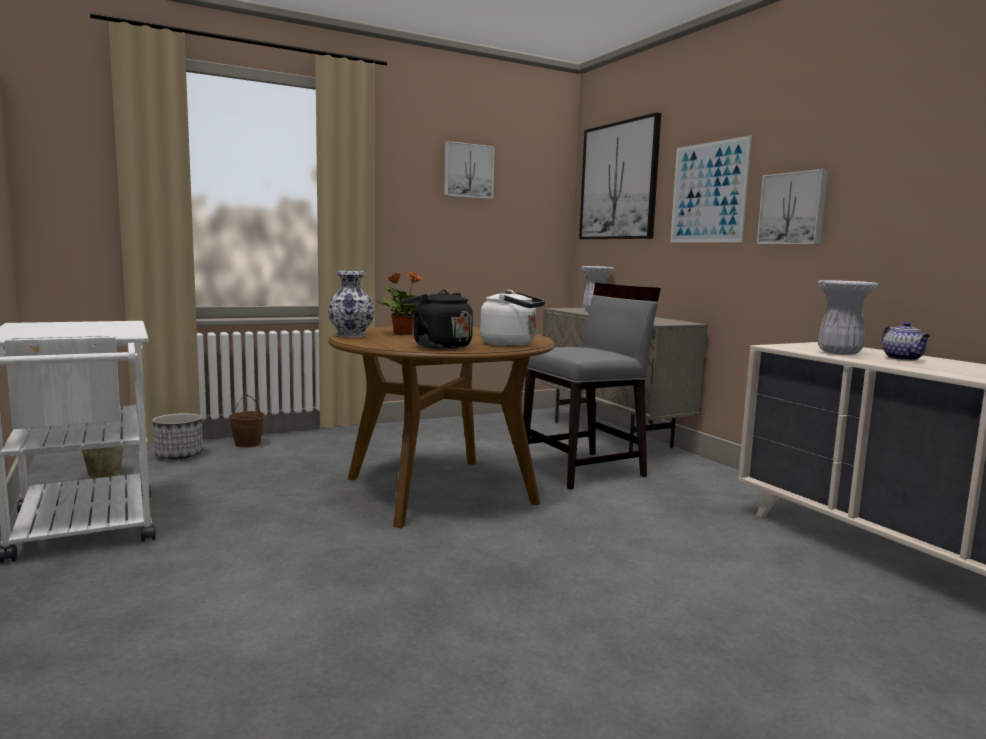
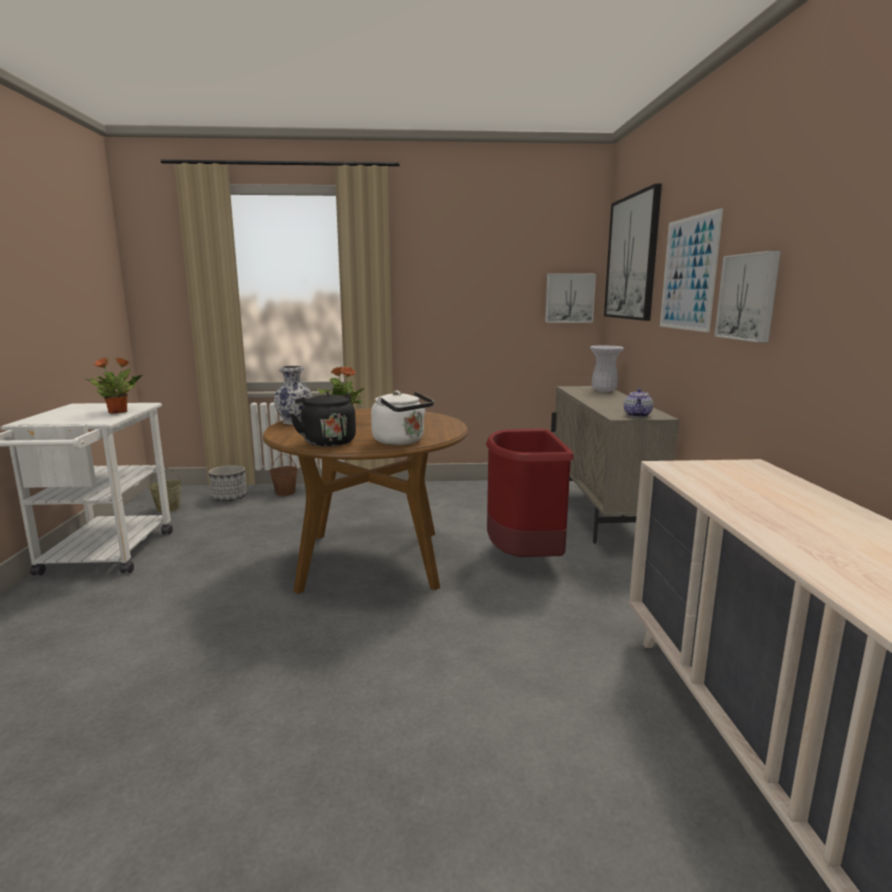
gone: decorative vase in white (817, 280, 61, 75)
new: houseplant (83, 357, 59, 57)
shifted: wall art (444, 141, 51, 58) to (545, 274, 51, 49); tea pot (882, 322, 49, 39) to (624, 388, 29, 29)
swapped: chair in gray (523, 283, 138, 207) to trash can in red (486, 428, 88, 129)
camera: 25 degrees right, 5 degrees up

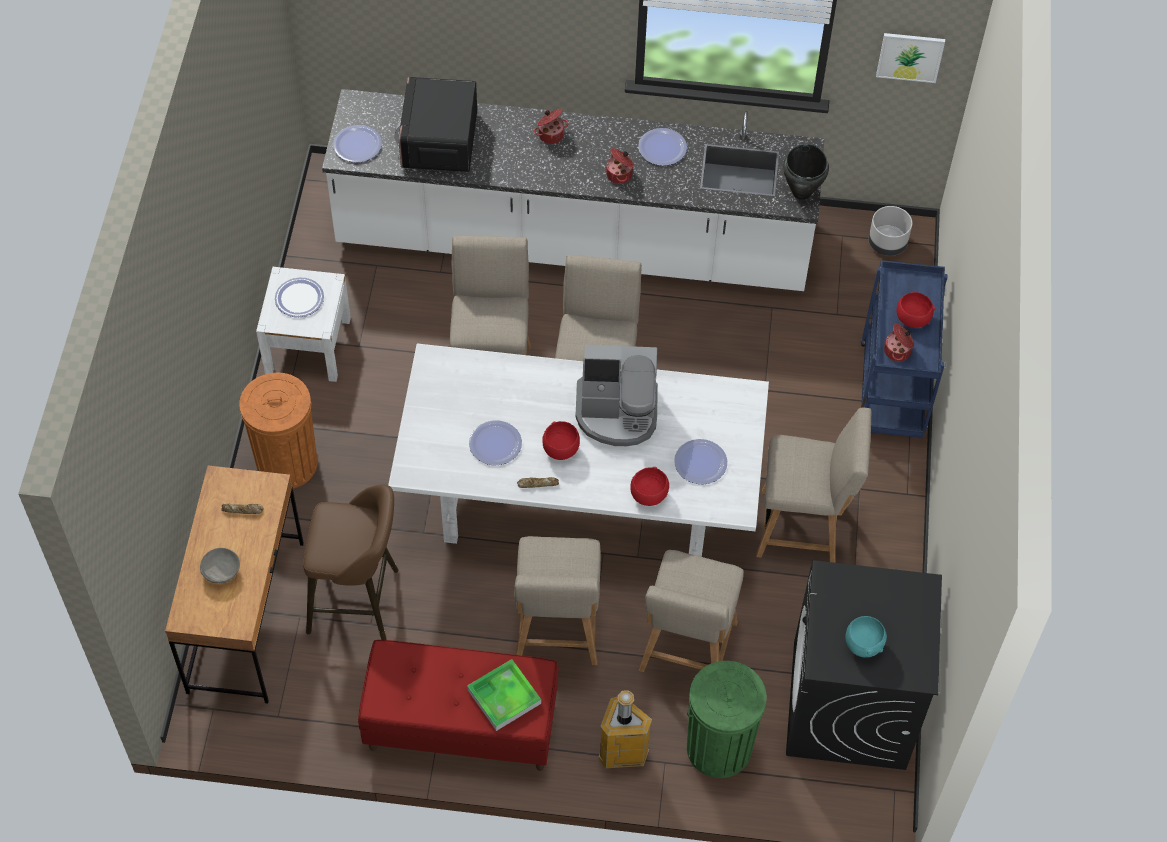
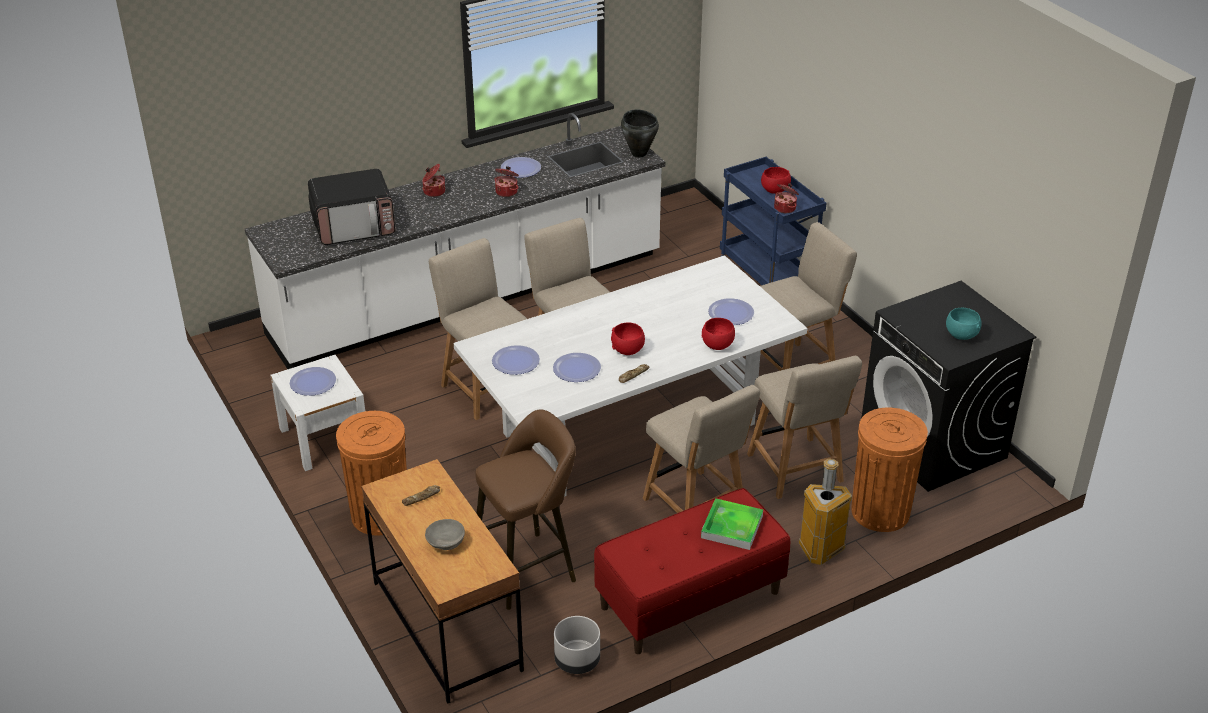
gone: wall art (876, 33, 69, 50); coffee brewer (576, 345, 82, 101)
shifted: dinner plate (333, 125, 49, 38) to (492, 345, 48, 30); planter in gray (869, 206, 43, 50) to (554, 616, 46, 58)
repainted: trash can in green-coloured (687, 661, 80, 117) to trash can in orange-coloured (851, 407, 77, 125)
rotated: microwave oven (395, 77, 82, 95) = (308, 169, 87, 76) 75 degrees counterclockwise
camera: 35 degrees left, 20 degrees down

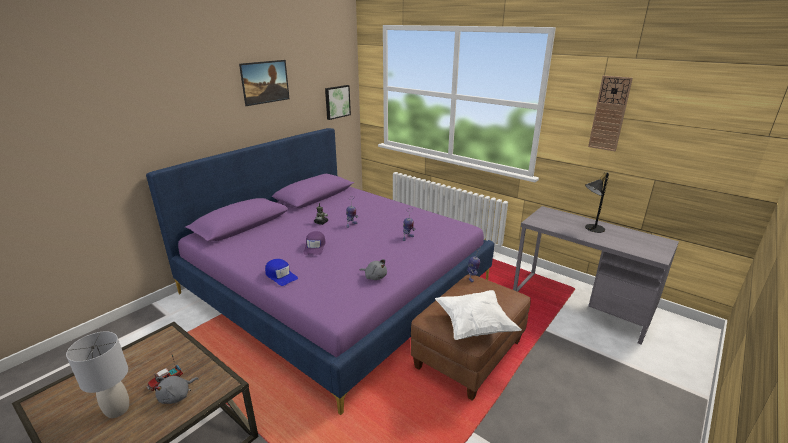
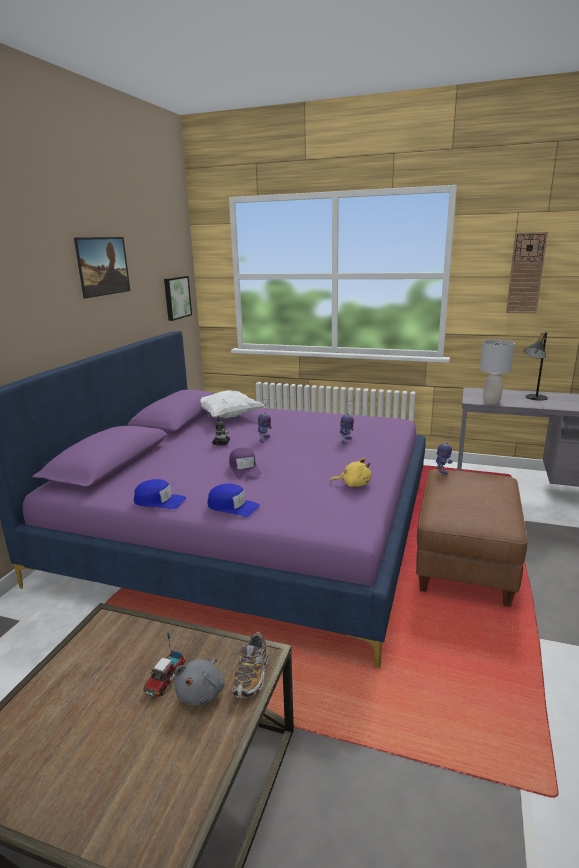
new: cap in bluish (134, 479, 52, 30); shoe (232, 632, 36, 66)
shifted: throw pillow in white (435, 290, 87, 50) to (201, 390, 64, 28); lamp for a table in gray (66, 331, 63, 87) to (480, 340, 35, 64)
repainted: cuddly toy in gray (360, 259, 27, 21) to cuddly toy in yellow (330, 458, 41, 29)
camera: 20 degrees left, 5 degrees down

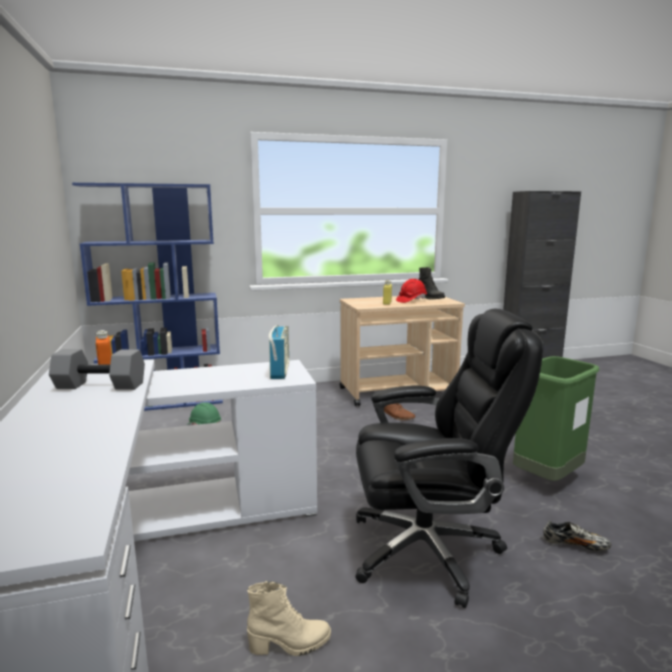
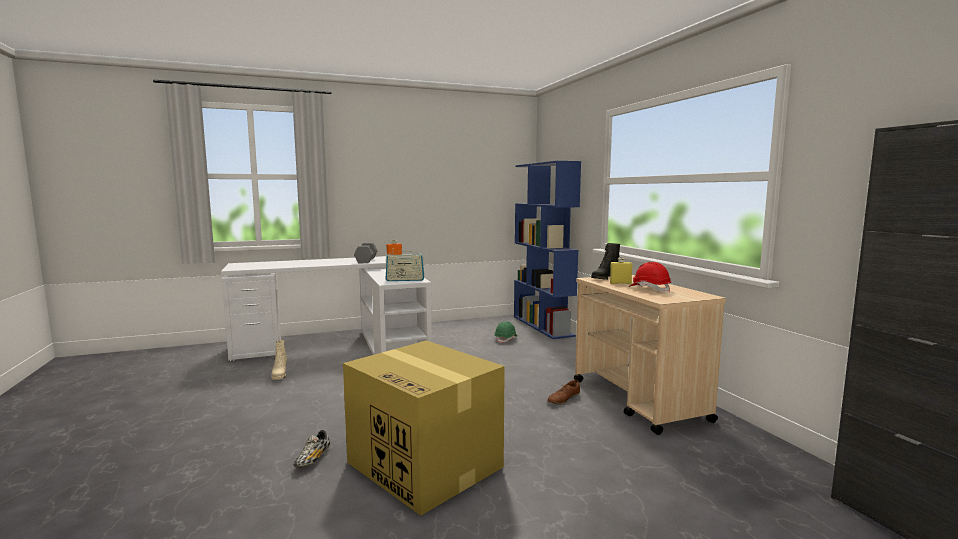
gone: computer chair in black (355, 308, 188, 300)
shifted: tall boot in black (419, 267, 26, 32) to (591, 243, 29, 37)
swapped: trash can in green-coloured (513, 356, 86, 125) to packing box (343, 340, 162, 176)
camera: 85 degrees right, 5 degrees down

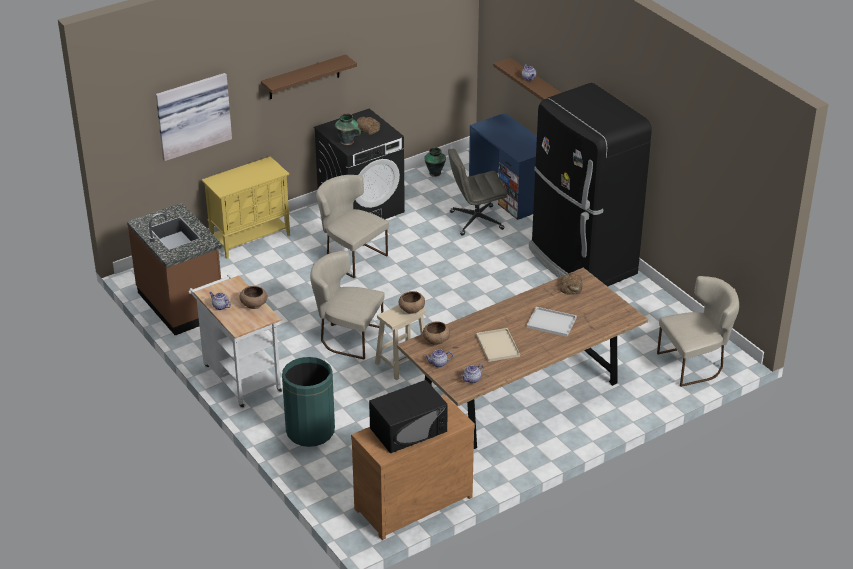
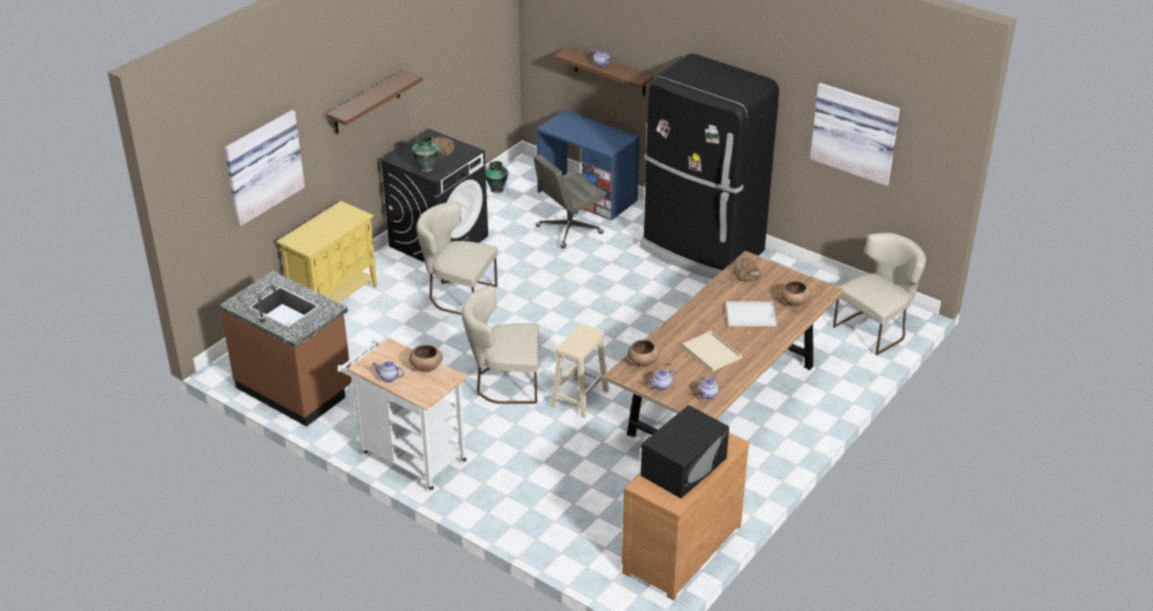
gone: trash can in green-coloured (282, 357, 53, 90)
new: wall art (810, 83, 90, 103)
shifted: bowl in brown-coloured (399, 291, 26, 23) to (780, 281, 31, 26)
camera: 20 degrees left, 0 degrees up

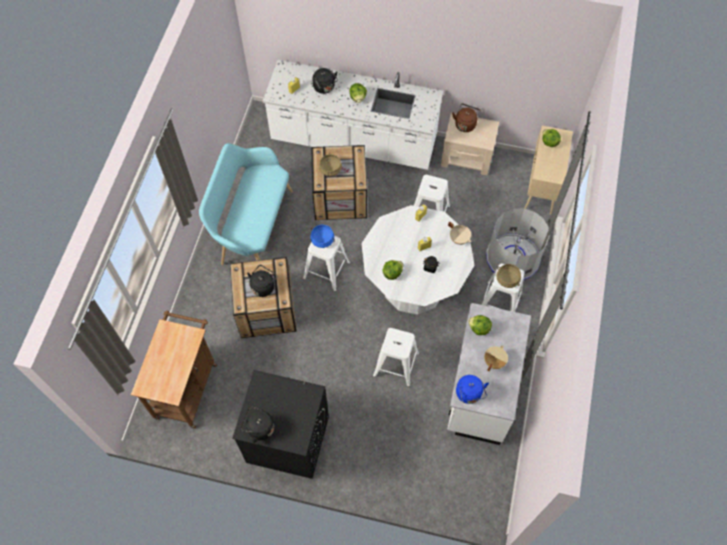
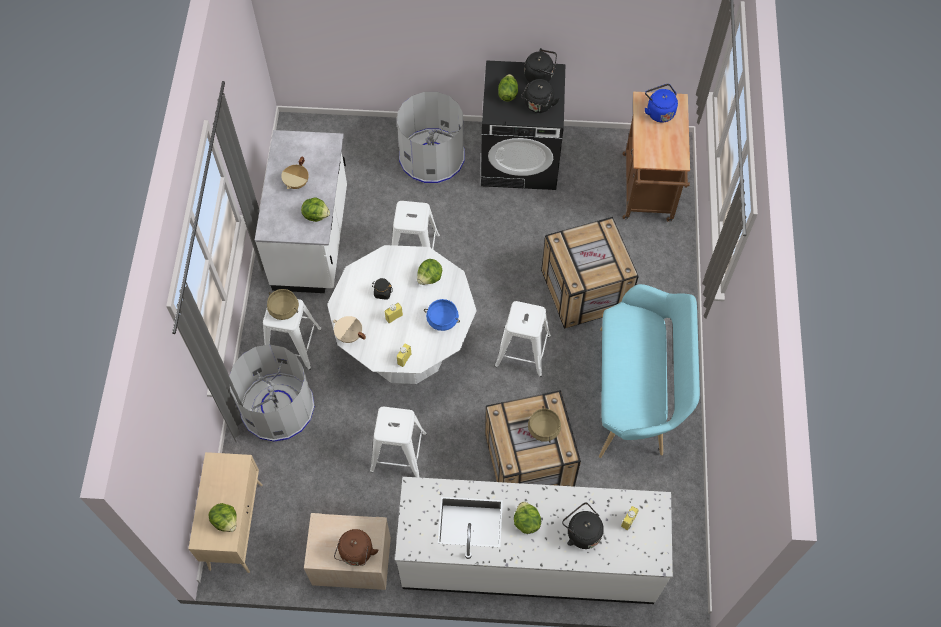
new: lettuce head (498, 74, 20, 27); trash can in gray (397, 92, 68, 92)
shifted: stockpot in bluish (310, 225, 25, 23) to (424, 299, 36, 32); tea kettle in black (247, 265, 31, 32) to (521, 79, 38, 34); tea kettle in bluish (456, 375, 33, 29) to (644, 84, 34, 39)
camera: 170 degrees right, 0 degrees up

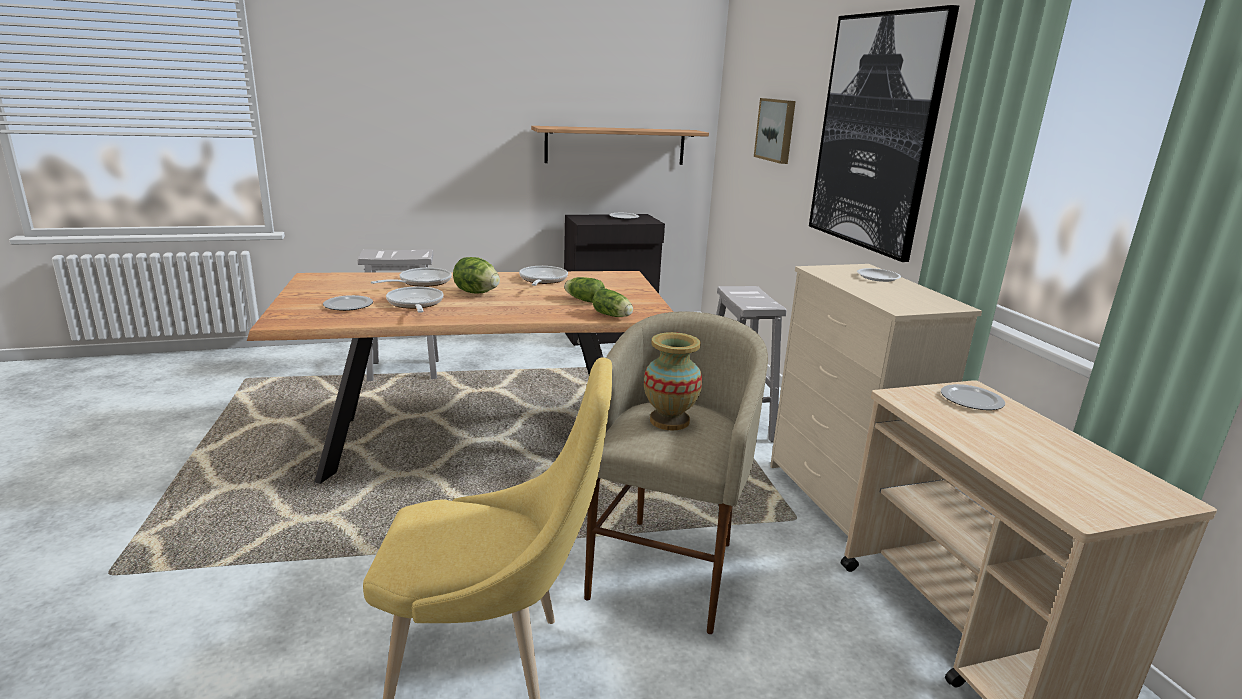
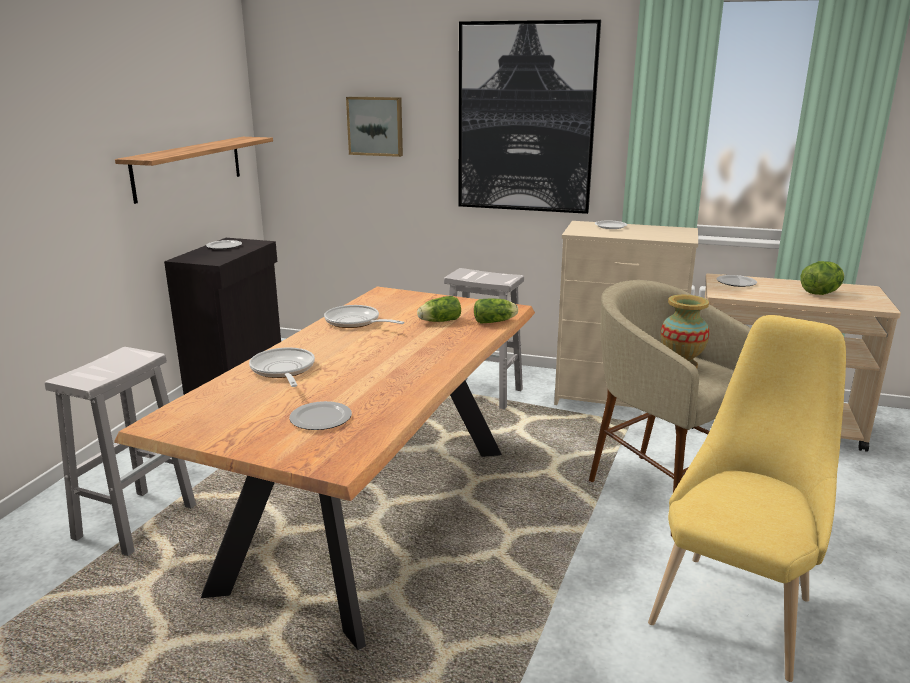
gone: pan (386, 286, 58, 27)
shifted: lettuce head (453, 257, 47, 36) to (801, 261, 43, 34)
camera: 55 degrees left, 0 degrees up

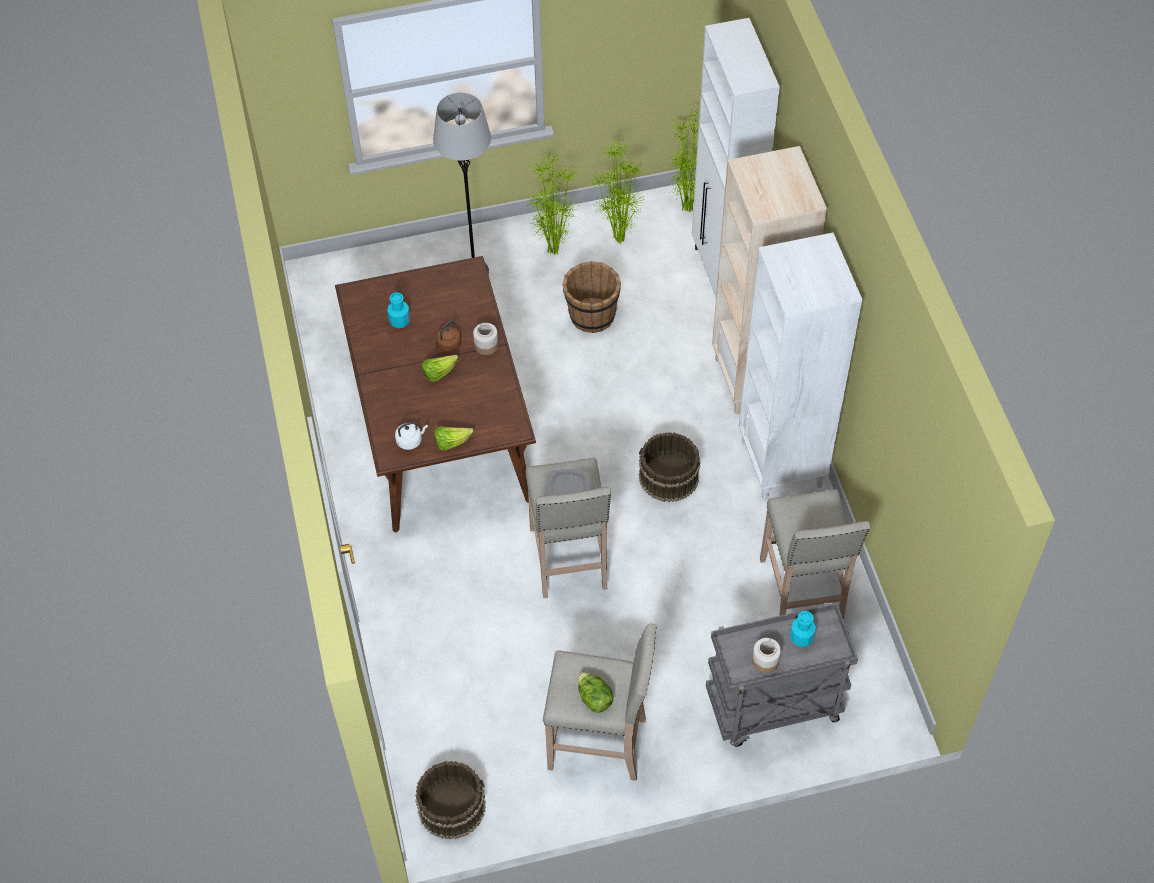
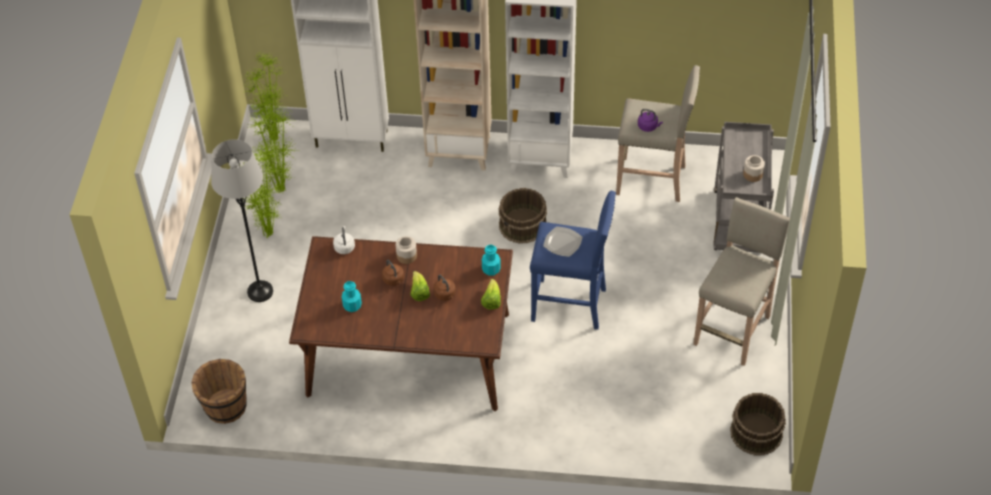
gone: lettuce head (578, 672, 35, 41)
new: tea kettle in purple (638, 109, 25, 23); tea kettle in brown-coloured (434, 275, 22, 26)
shifted: bucket in brown-coloured (562, 261, 59, 72) to (191, 359, 56, 65); tea kettle in white (395, 421, 33, 29) to (333, 226, 22, 28); beverage bottle in turquoise (790, 611, 26, 36) to (482, 245, 19, 31)
repainted: sitting stool in beige-coloured (525, 457, 86, 141) to sitting stool in bluish (530, 191, 86, 139)
camera: 70 degrees left, 5 degrees down

